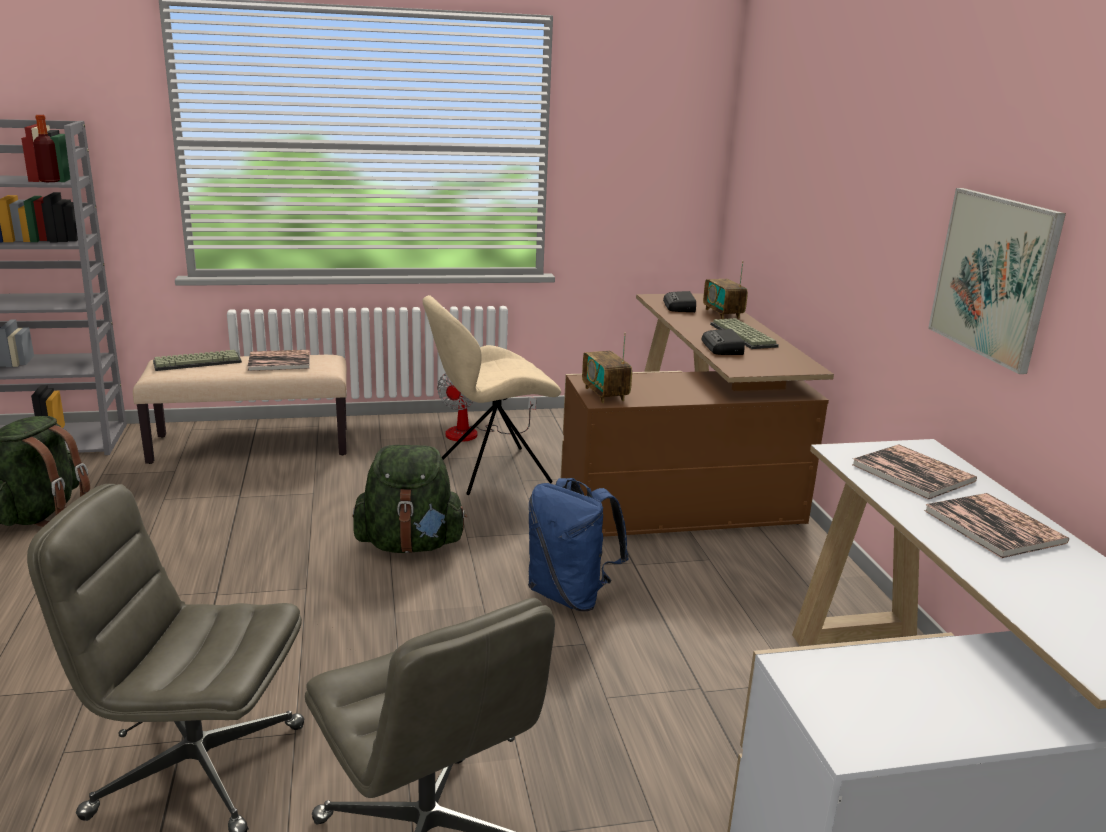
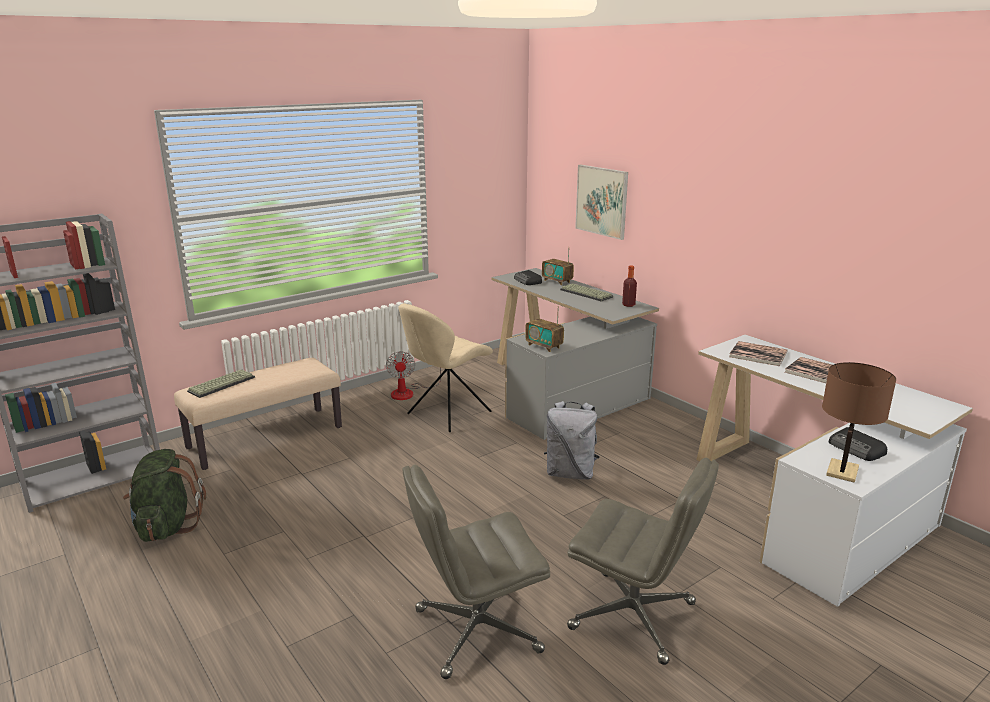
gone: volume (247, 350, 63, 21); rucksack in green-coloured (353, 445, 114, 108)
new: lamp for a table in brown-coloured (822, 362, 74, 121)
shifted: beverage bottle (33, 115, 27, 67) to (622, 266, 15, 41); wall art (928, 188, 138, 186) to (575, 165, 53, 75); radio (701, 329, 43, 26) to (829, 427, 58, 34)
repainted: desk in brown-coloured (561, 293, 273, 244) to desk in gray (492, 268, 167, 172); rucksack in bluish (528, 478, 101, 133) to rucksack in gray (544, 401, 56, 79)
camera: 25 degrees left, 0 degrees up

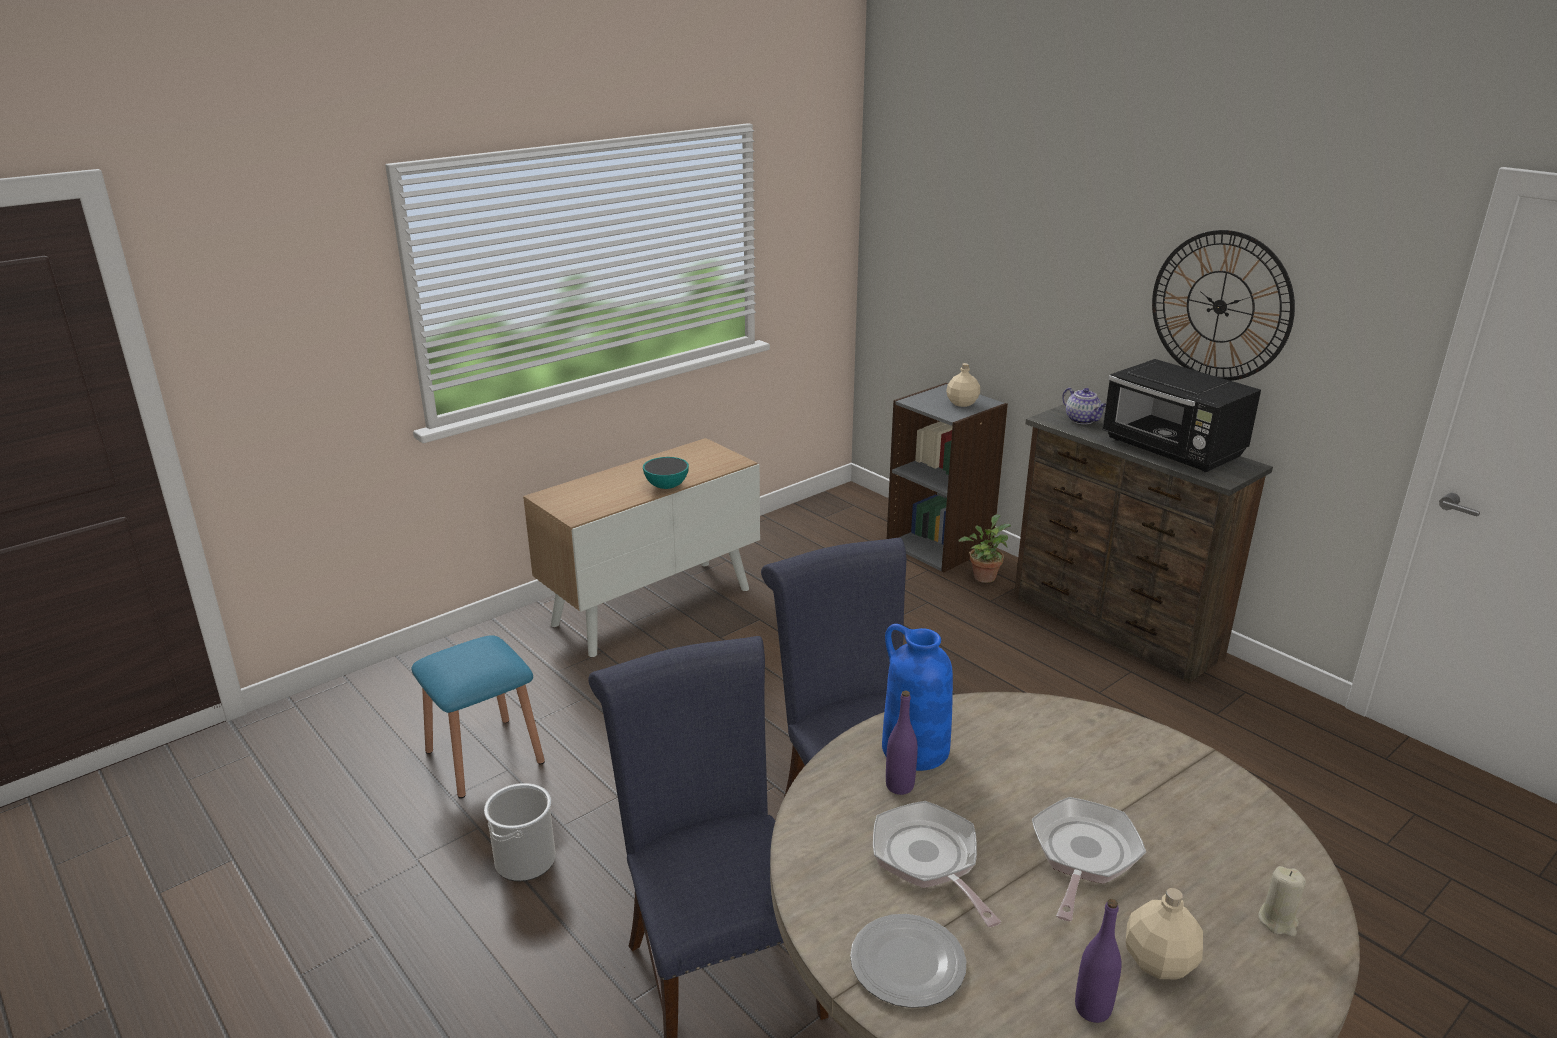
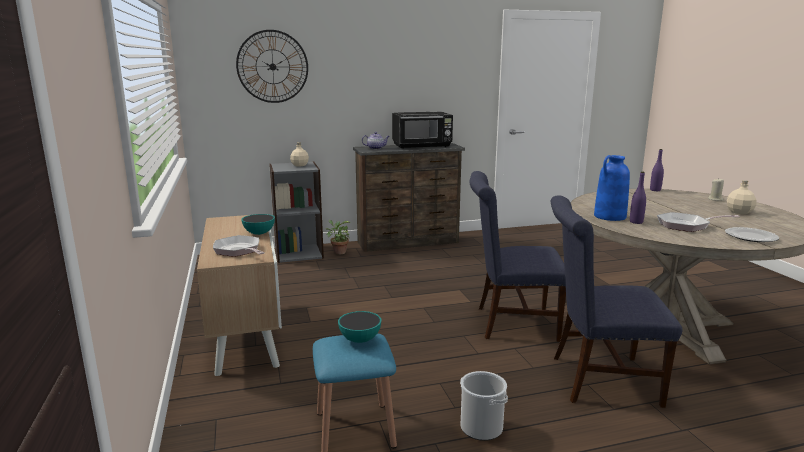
new: bowl (338, 311, 43, 32)
shifted: clock on the wall (1152, 230, 143, 151) to (236, 30, 72, 73); pan (1032, 797, 114, 124) to (213, 235, 52, 22); beverage bottle in purple (1075, 899, 47, 124) to (650, 149, 14, 42)
camera: 65 degrees left, 10 degrees down

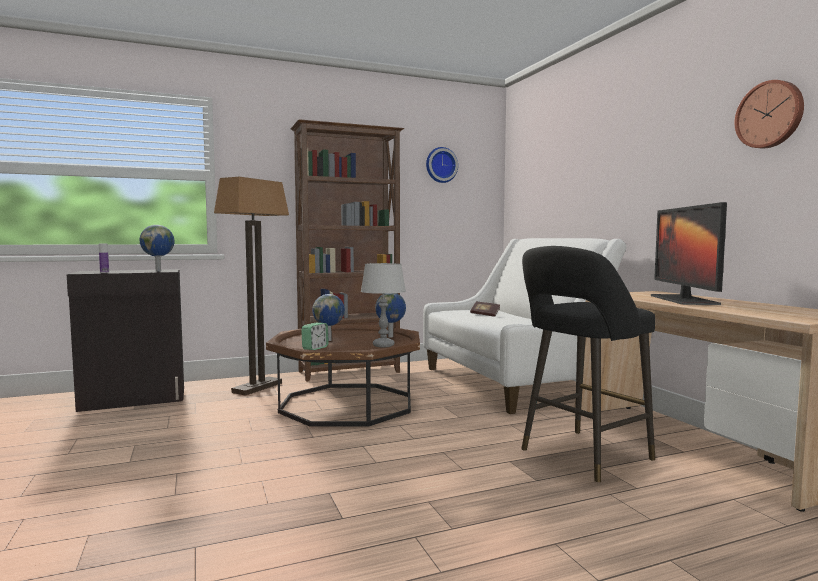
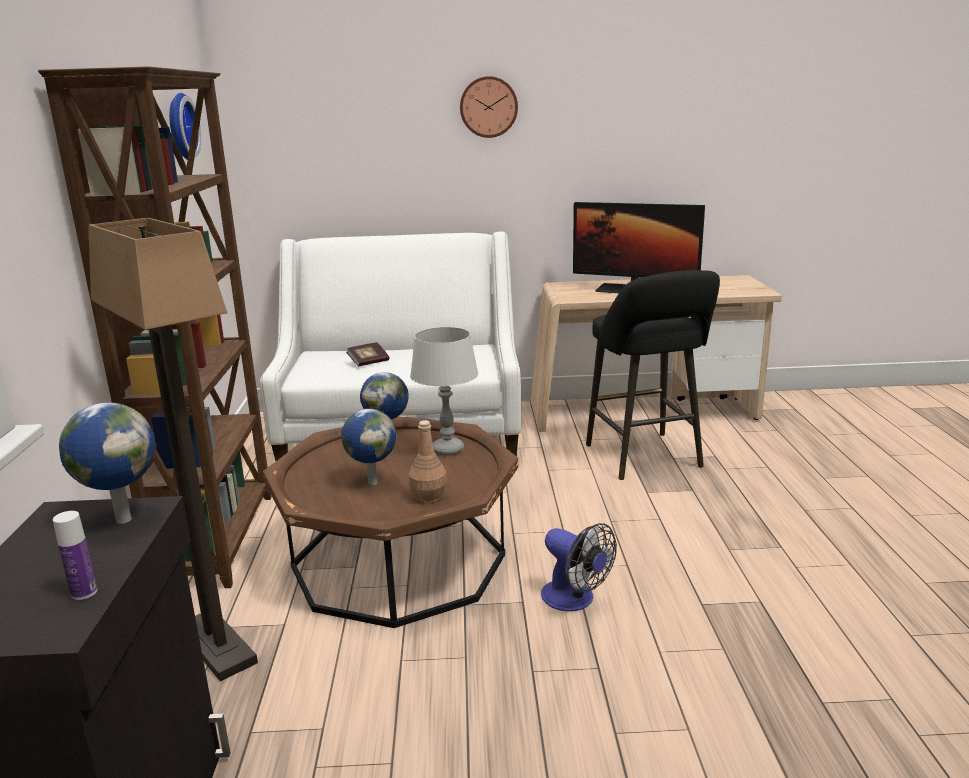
new: fan (541, 523, 76, 88)
shifted: clock on the wall (734, 80, 70, 68) to (460, 76, 58, 62)
swapped: alarm clock (301, 323, 28, 27) to beverage bottle in brown-coloured (409, 420, 38, 83)
camera: 70 degrees left, 15 degrees up

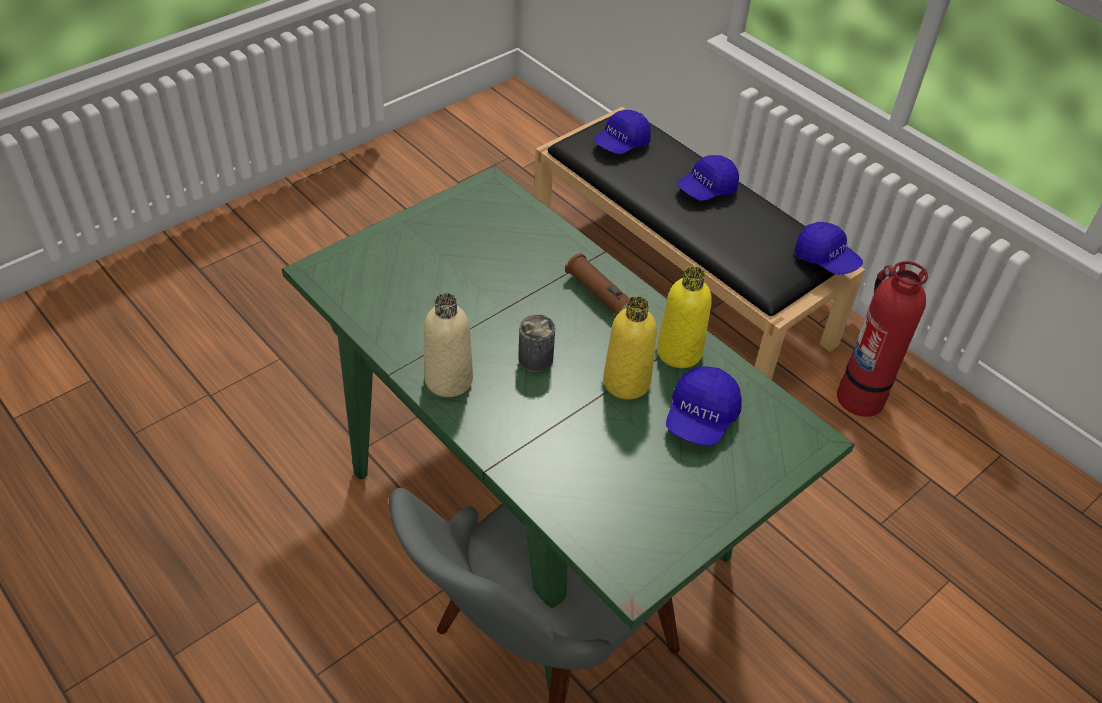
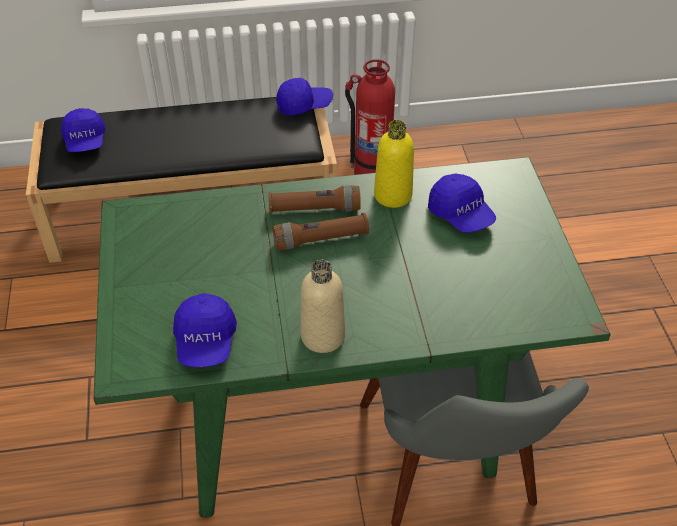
gone: beverage bottle in yellow (603, 296, 54, 103); metal can (518, 314, 37, 59)
new: torch in brown-coloured (273, 213, 96, 37)
shifted: cap in bluish (677, 155, 62, 46) to (173, 293, 64, 74)
camera: 55 degrees left, 0 degrees up

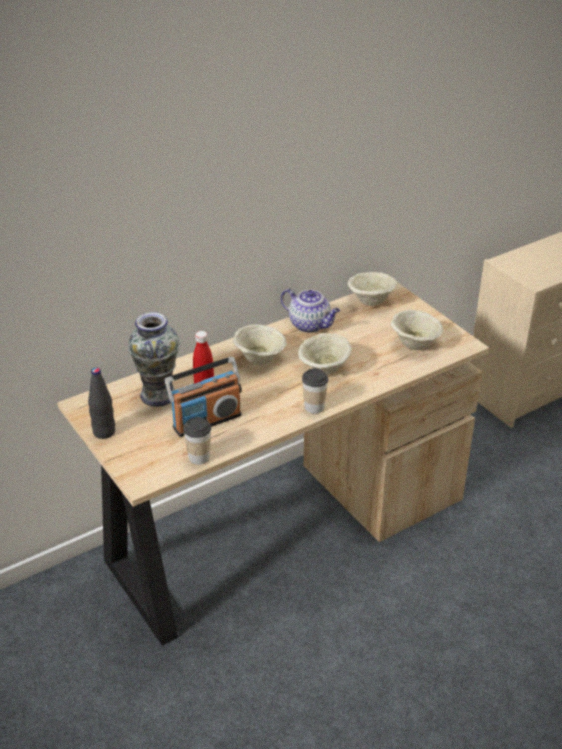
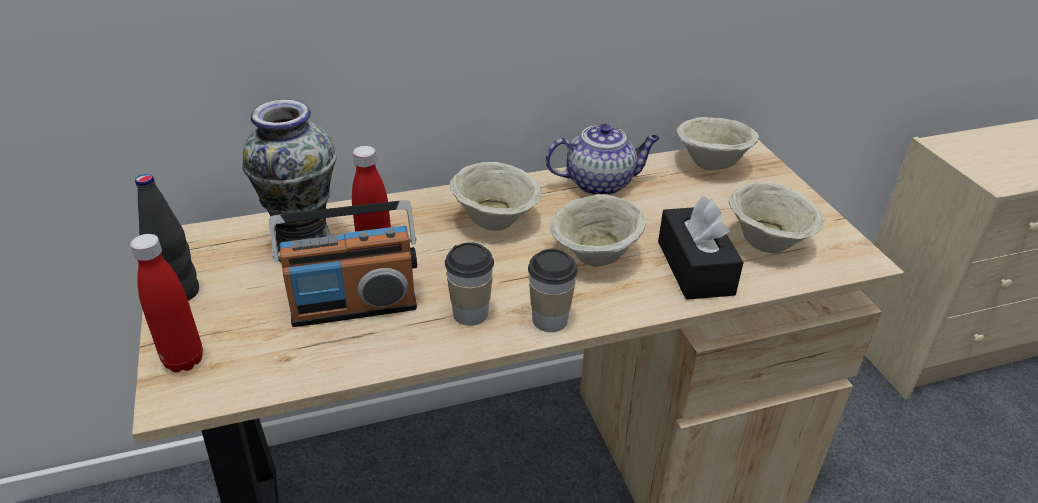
new: tissue box in black (658, 196, 86, 104); beverage bottle in red (130, 234, 73, 138)
shifted: small cup (183, 417, 28, 48) to (445, 242, 49, 84)
rotated: tea pot (281, 289, 59, 44) = (545, 124, 115, 71) 60 degrees counterclockwise
camera: 15 degrees right, 0 degrees up

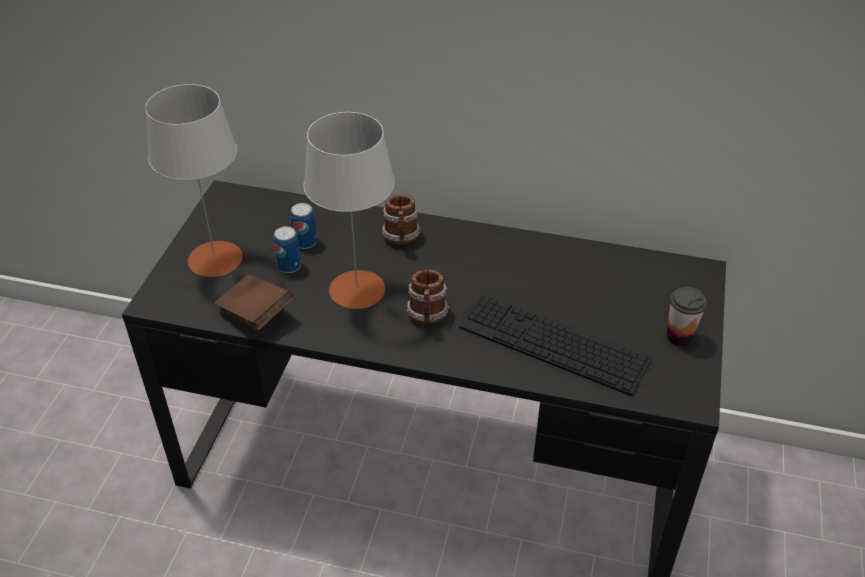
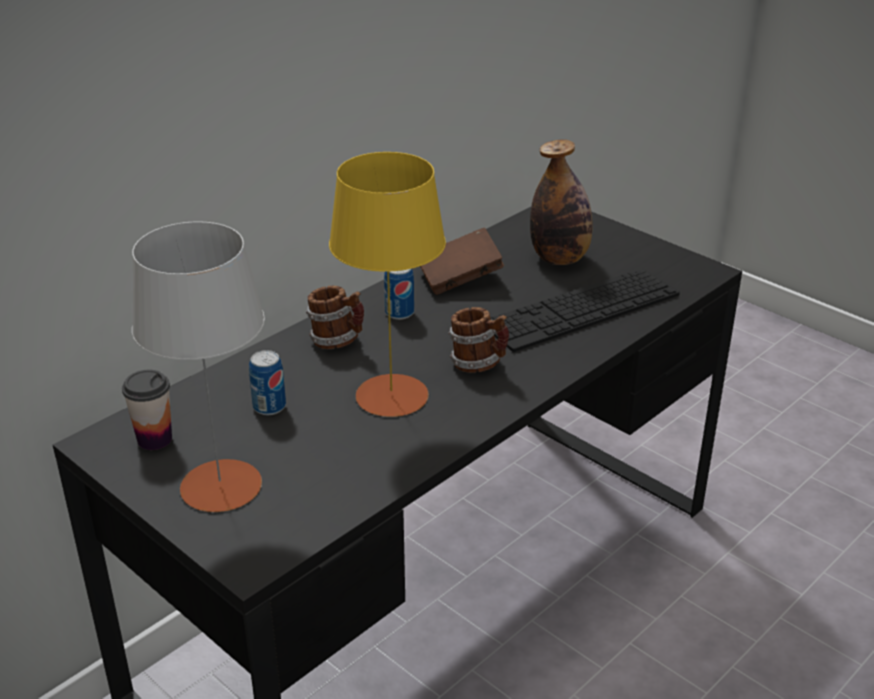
new: beverage bottle (530, 139, 63, 126)
shifted: metal can (273, 226, 28, 47) to (384, 269, 30, 51); volume in brown-coloured (215, 275, 78, 55) to (420, 228, 84, 67); small cup (666, 287, 41, 59) to (122, 370, 50, 80)
repainted: lamp for a table in gray (304, 112, 91, 197) to lamp for a table in yellow (329, 152, 117, 265)
camera: 60 degrees left, 10 degrees down

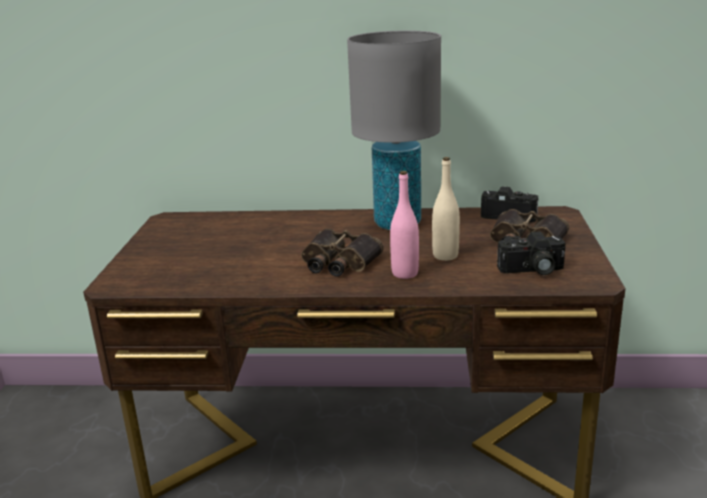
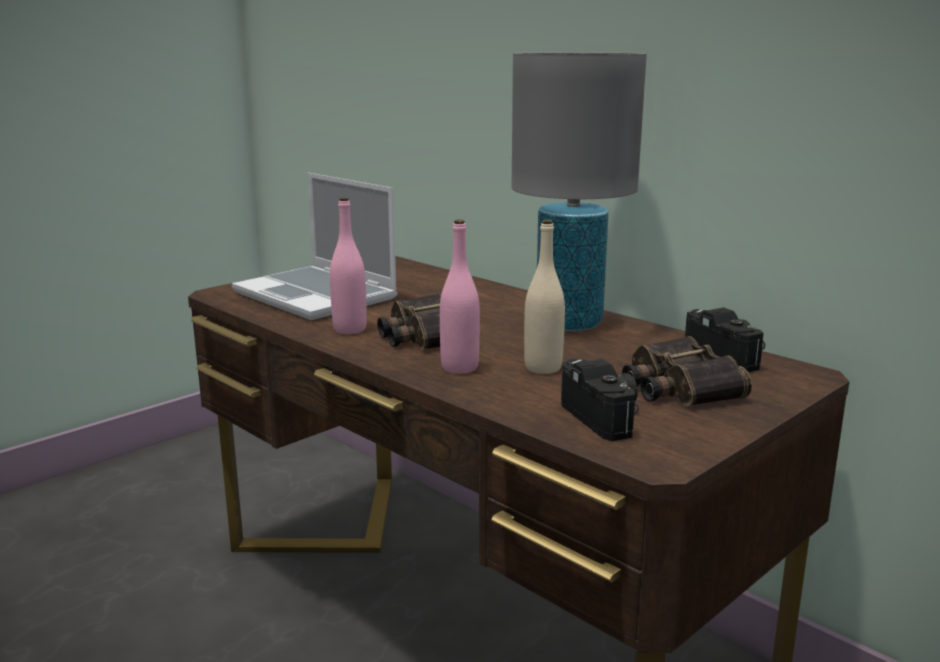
new: notebook computer (232, 173, 165, 147); beverage bottle in pink (330, 197, 37, 137)
rotated: photo camera (497, 231, 68, 44) = (561, 359, 78, 82) 150 degrees counterclockwise
camera: 40 degrees right, 5 degrees down

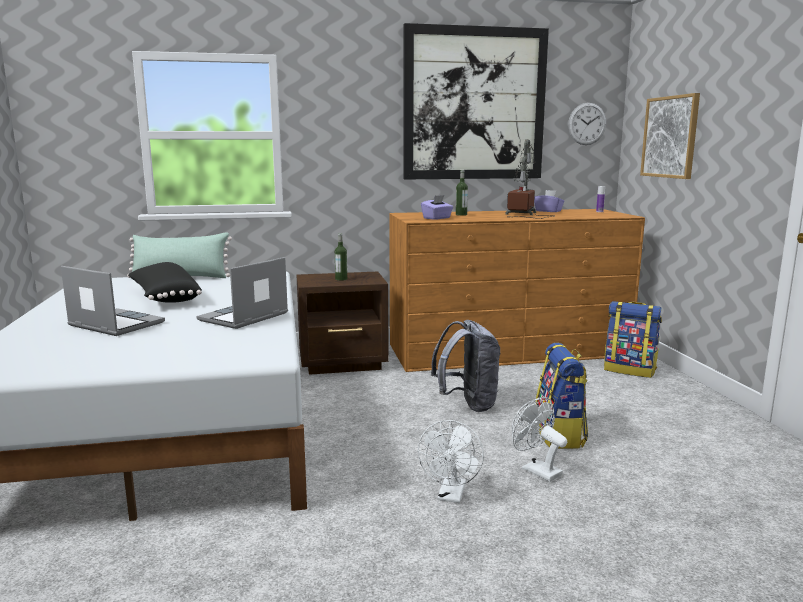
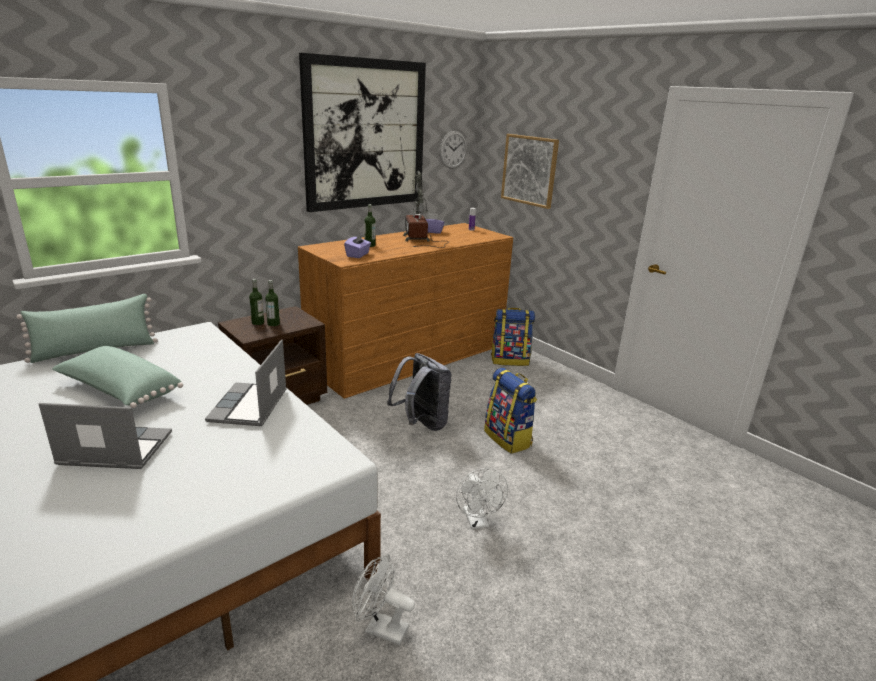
new: beverage bottle (249, 279, 15, 46)
shifted: fan in white (512, 397, 55, 85) to (352, 554, 63, 91)
repainted: throw pillow in black (128, 262, 74, 41) to throw pillow in green-coloured (52, 346, 131, 62)
camera: 30 degrees left, 10 degrees up

